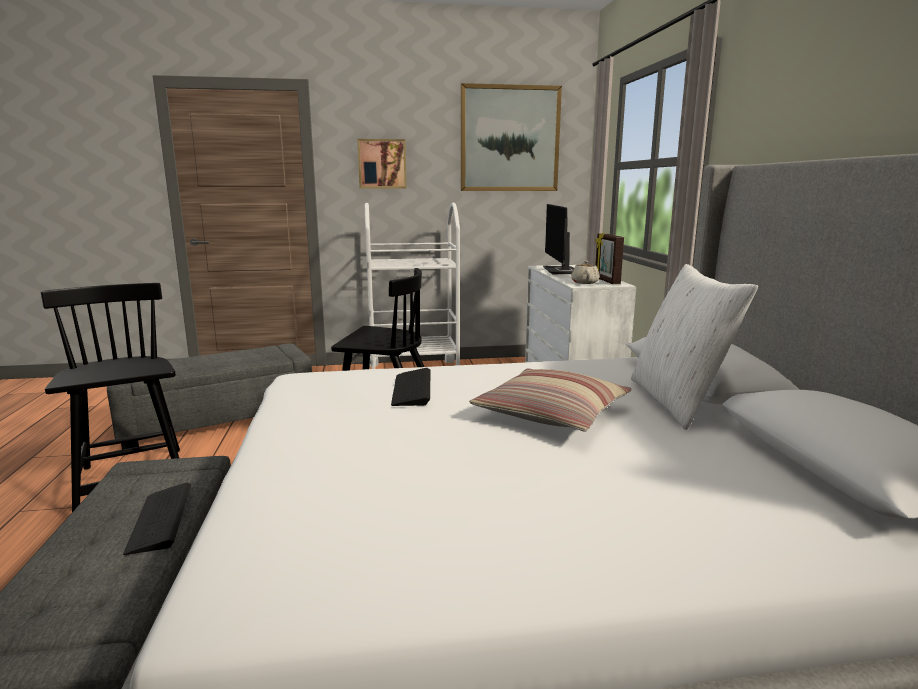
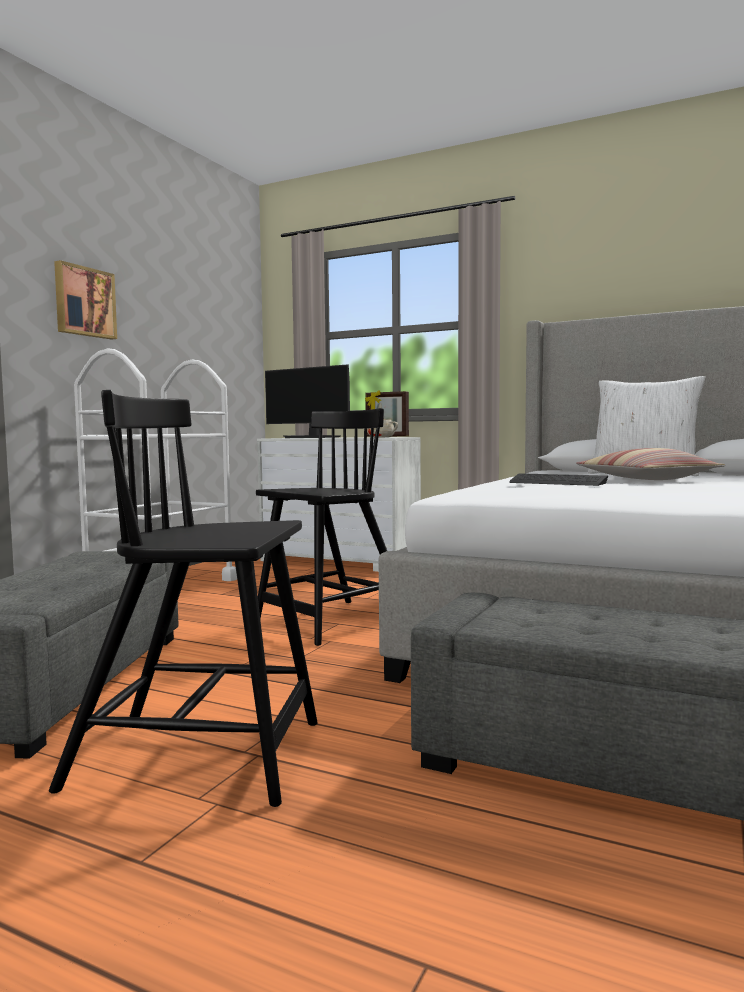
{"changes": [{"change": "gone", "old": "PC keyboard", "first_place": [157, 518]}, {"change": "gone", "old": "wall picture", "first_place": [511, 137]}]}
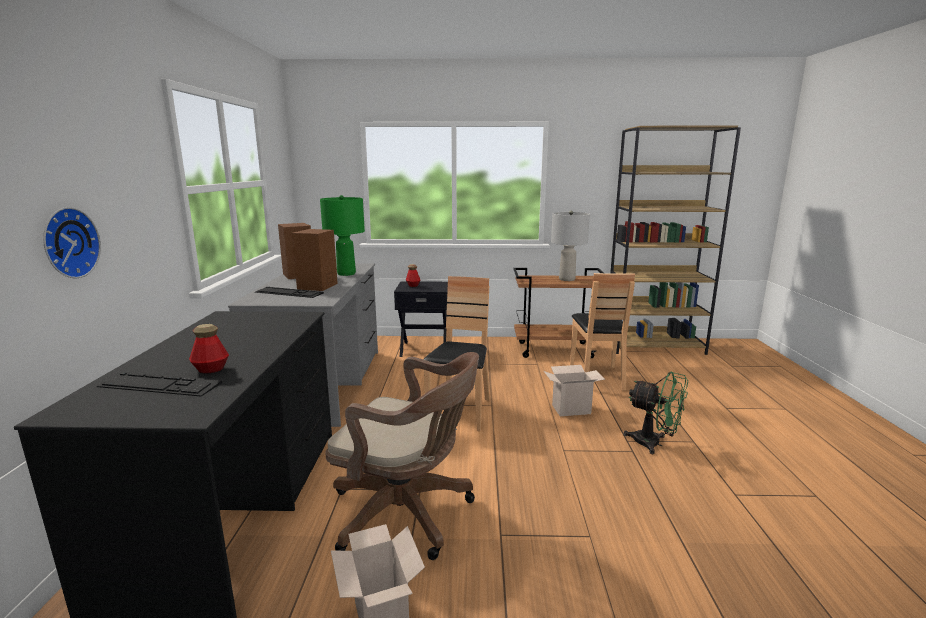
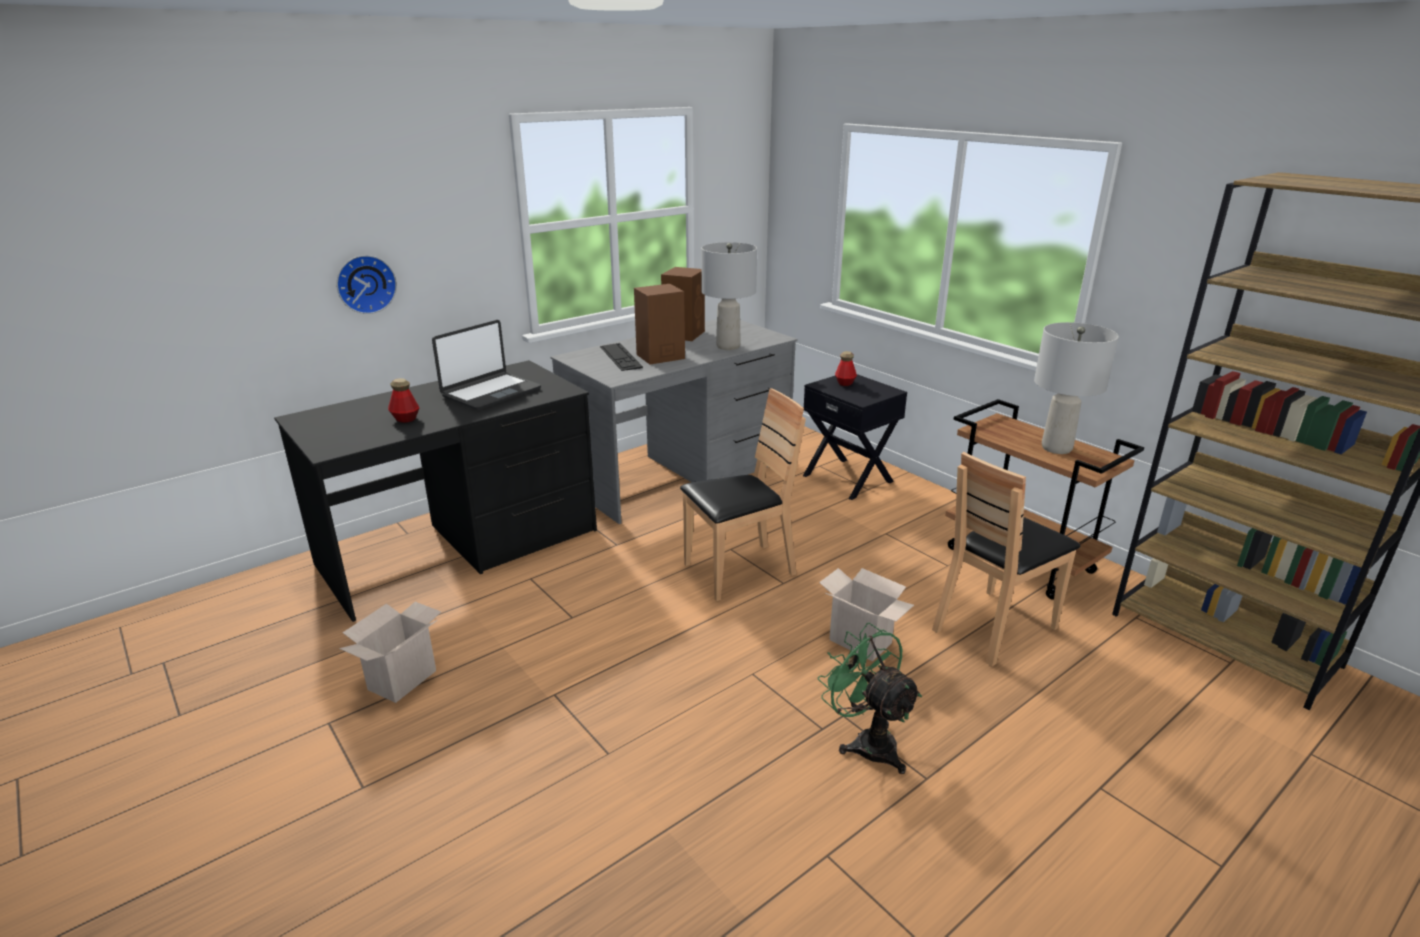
{"changes": [{"change": "gone", "old": "PC keyboard", "first_place": [159, 384]}, {"change": "gone", "old": "desk chair (brown)", "first_place": [402, 456]}, {"change": "new", "new": "notebook computer", "second_place": [486, 365]}, {"change": "repainted", "old": "tabletop lamp (greenish)", "new": "tabletop lamp (greyish)", "first_place": [342, 235], "second_place": [729, 296]}, {"change": "rotated", "old": "electric fan (greenish)", "first_place": [655, 413], "second_place": [870, 698], "degrees": 150}]}
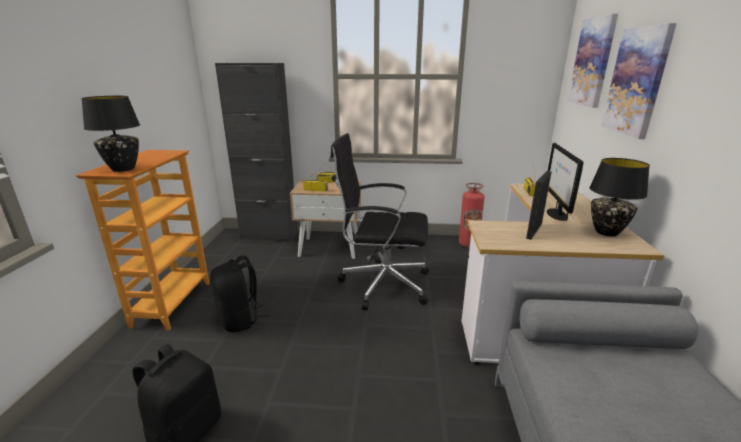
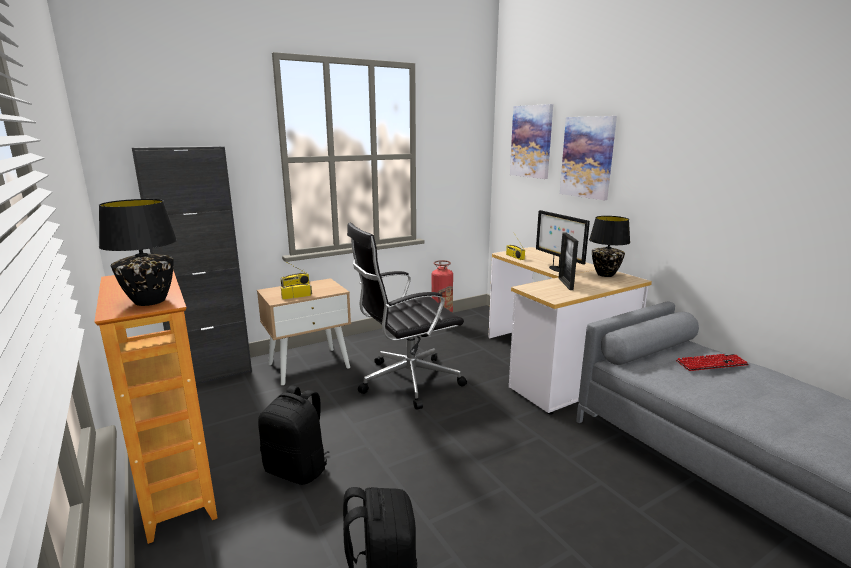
{"changes": [{"change": "new", "new": "PC keyboard", "second_place": [712, 362]}]}
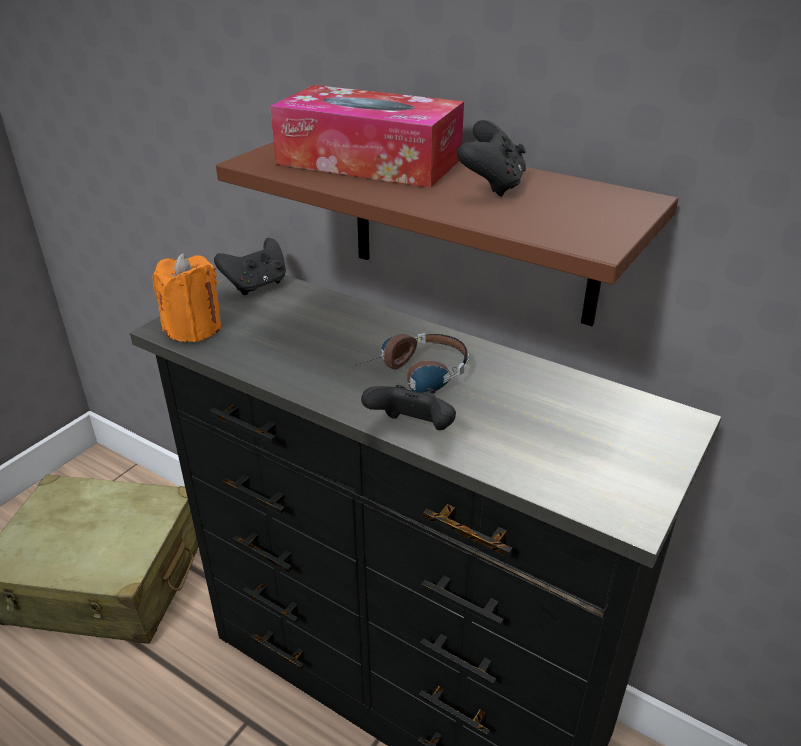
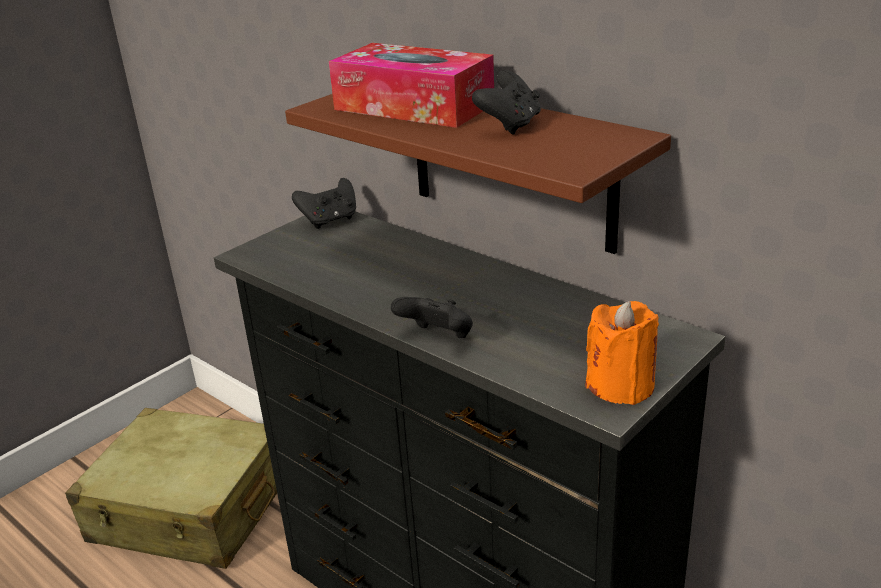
{"changes": [{"change": "gone", "old": "pair of headphones", "first_place": [409, 363]}, {"change": "shifted", "old": "candle (orangey)", "first_place": [186, 297], "second_place": [622, 353]}]}
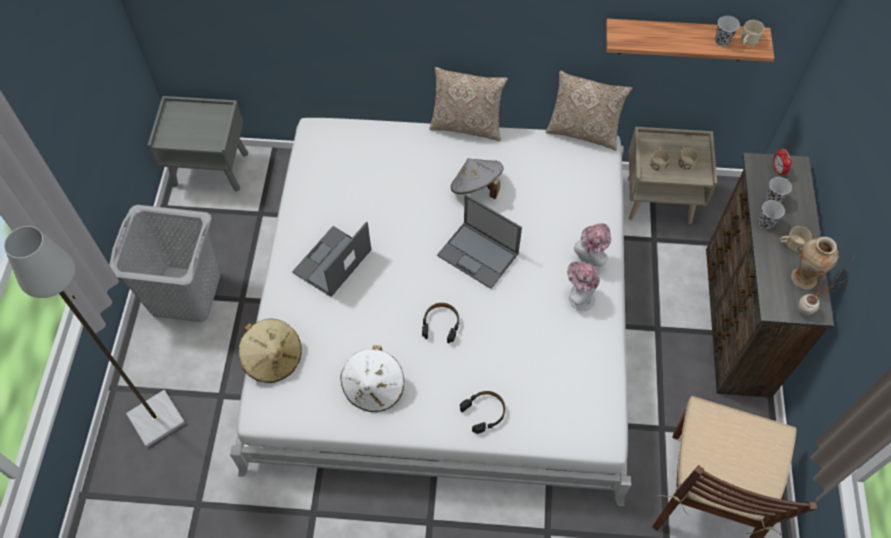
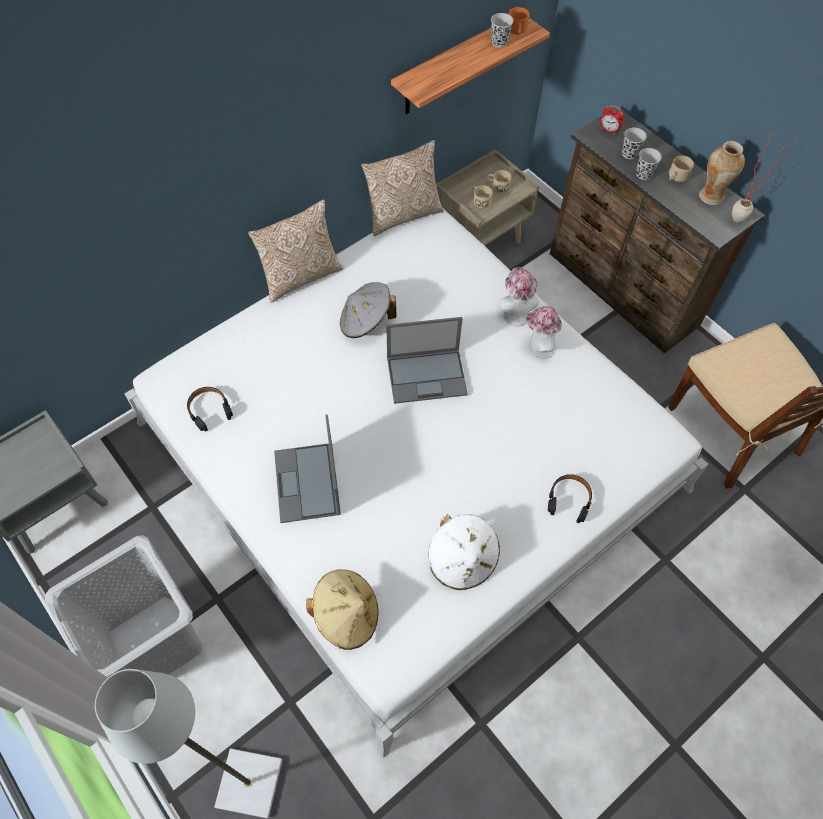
{"changes": [{"change": "shifted", "old": "pair of headphones (black)", "first_place": [440, 323], "second_place": [210, 409]}, {"change": "repainted", "old": "mug (sand-coloured)", "new": "mug (orangey)", "first_place": [752, 32], "second_place": [518, 21]}]}
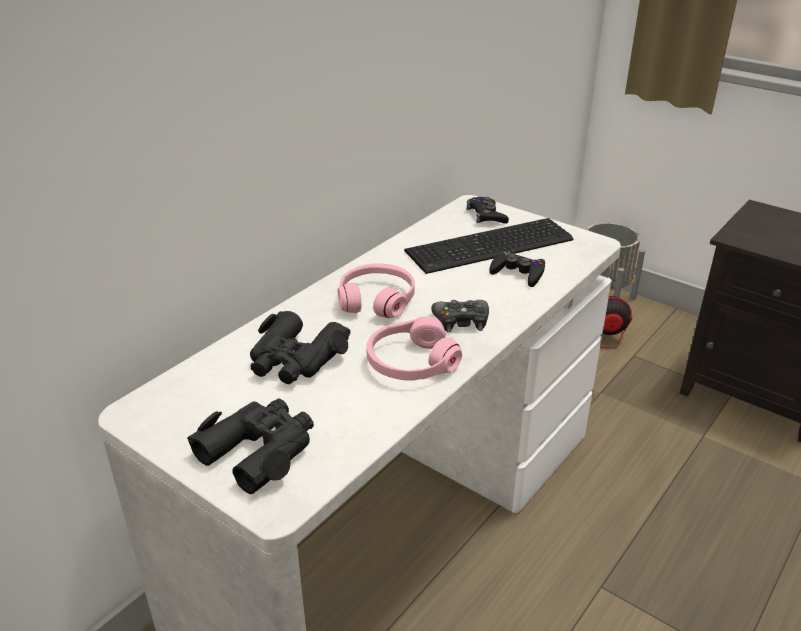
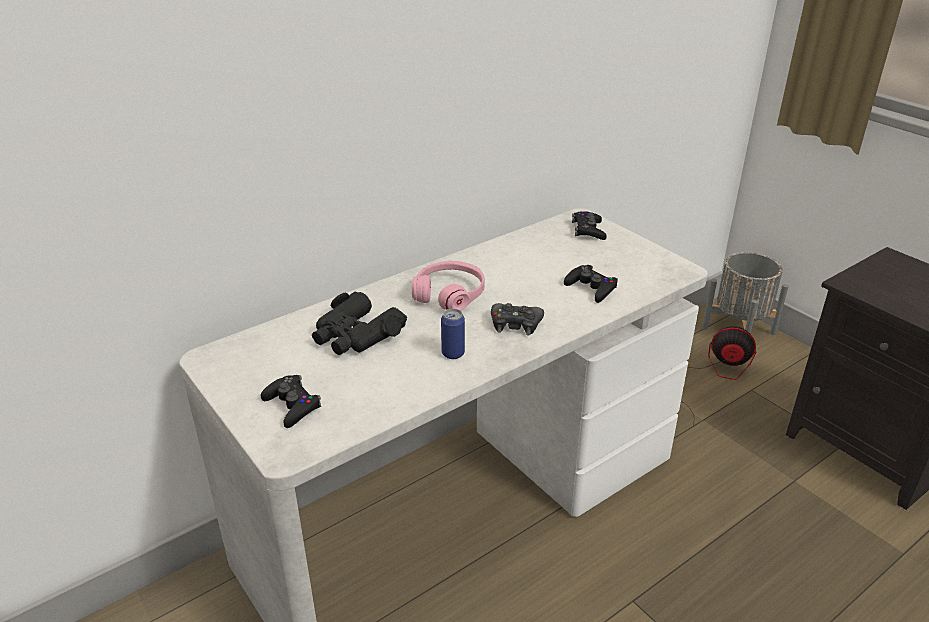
{"changes": [{"change": "gone", "old": "PC keyboard", "first_place": [488, 246]}, {"change": "swapped", "old": "field glasses (black)", "new": "joypad (black)", "first_place": [250, 446], "second_place": [291, 401]}, {"change": "swapped", "old": "pair of headphones (pink)", "new": "sealed can", "first_place": [414, 348], "second_place": [453, 334]}]}
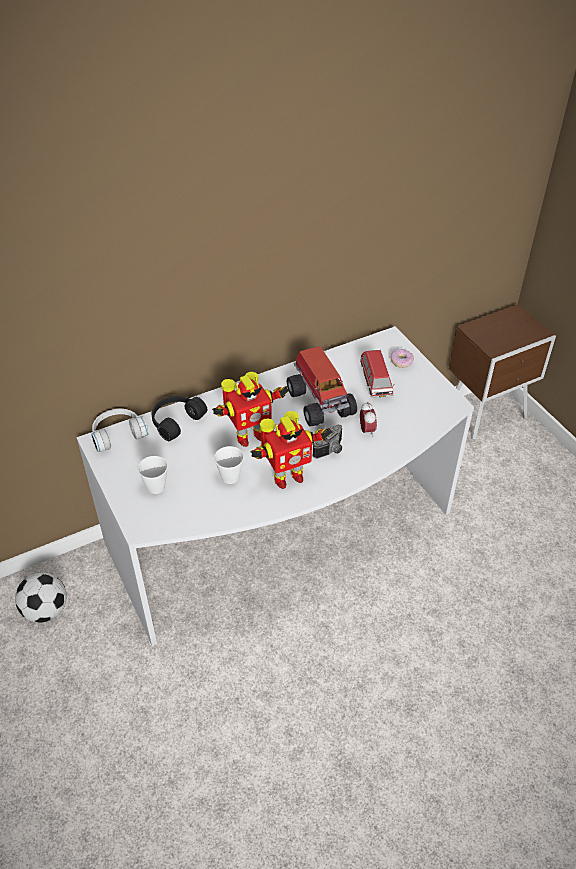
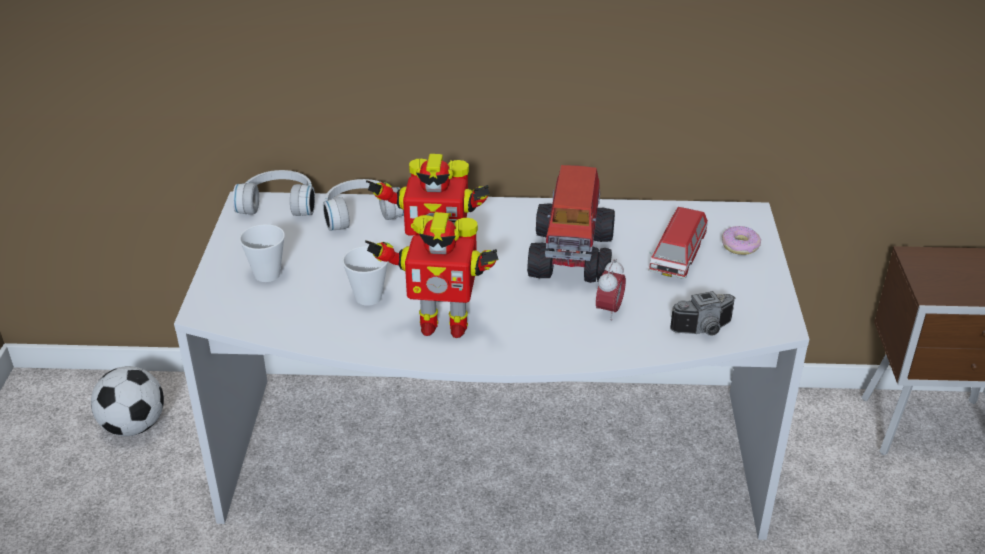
{"changes": [{"change": "shifted", "old": "still camera", "first_place": [327, 441], "second_place": [702, 313]}, {"change": "repainted", "old": "pair of headphones (black)", "new": "pair of headphones (whitish)", "first_place": [180, 418], "second_place": [363, 204]}]}
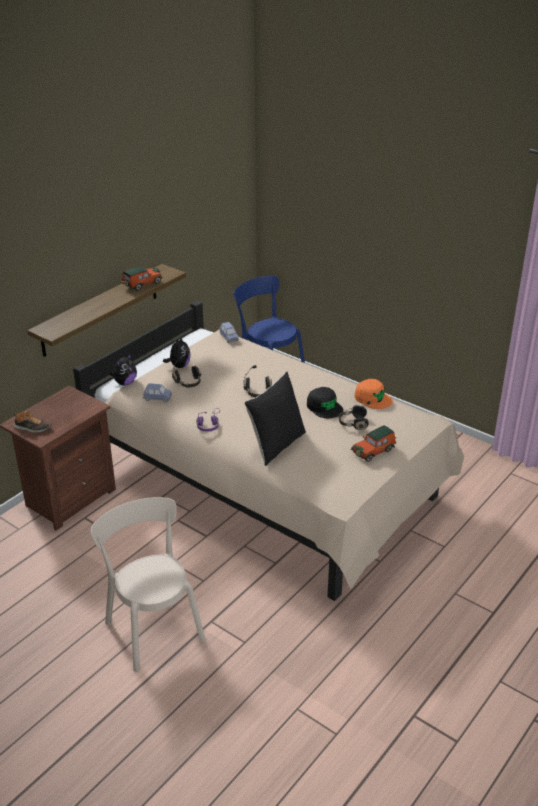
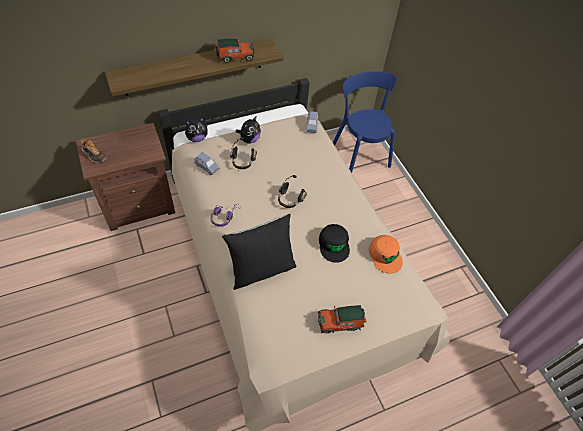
{"changes": [{"change": "gone", "old": "chair (sand-coloured)", "first_place": [148, 584]}, {"change": "gone", "old": "pair of headphones (black)", "first_place": [354, 415]}]}
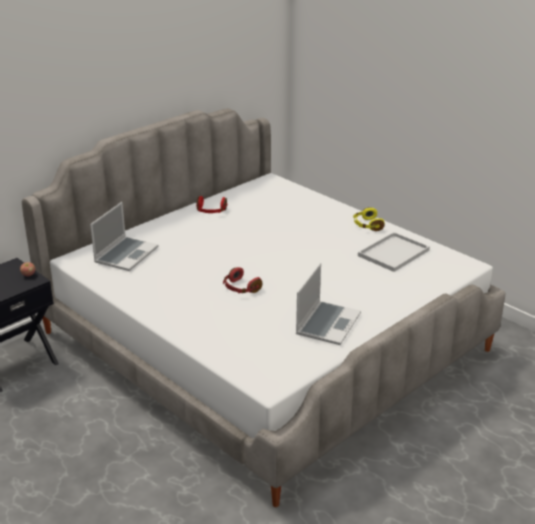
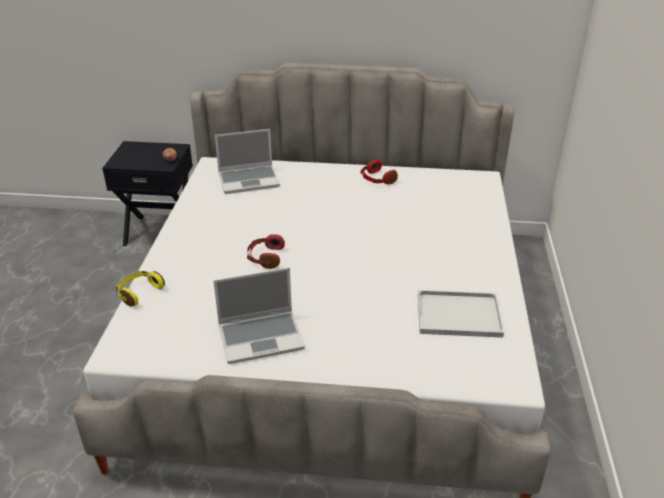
{"changes": [{"change": "shifted", "old": "pair of headphones (yellow-coloured)", "first_place": [369, 219], "second_place": [140, 289]}]}
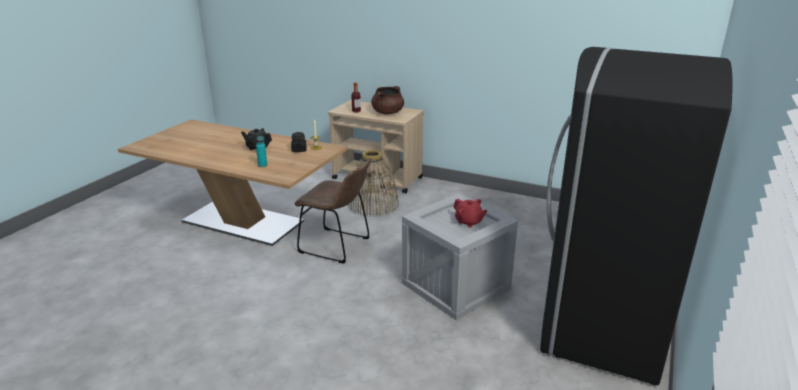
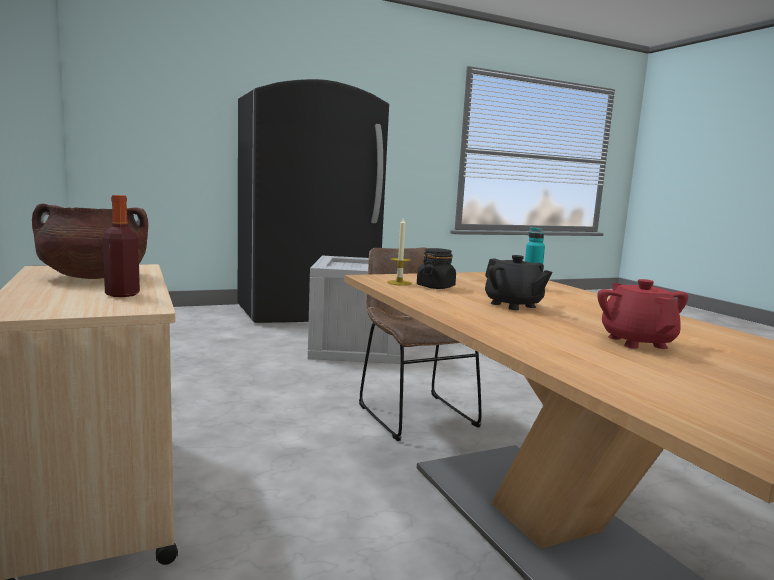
{"changes": [{"change": "gone", "old": "basket", "first_place": [373, 183]}, {"change": "shifted", "old": "pot for tea (red-coloured)", "first_place": [470, 213], "second_place": [642, 314]}]}
